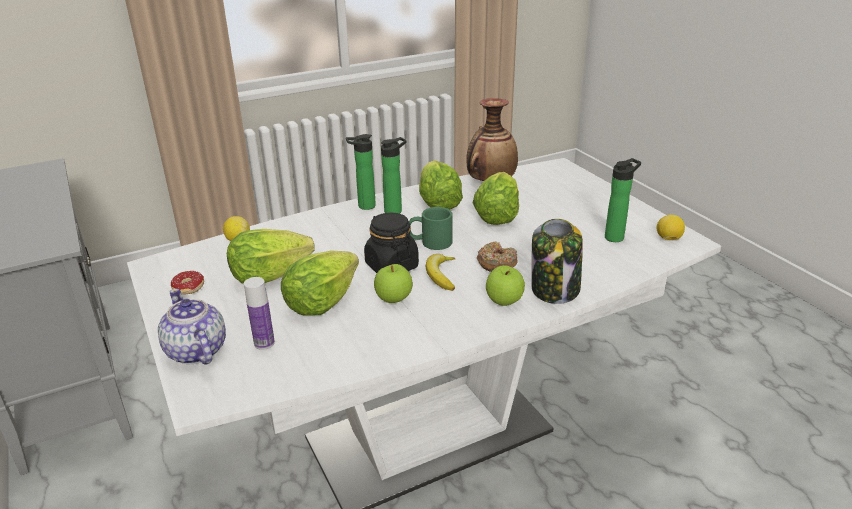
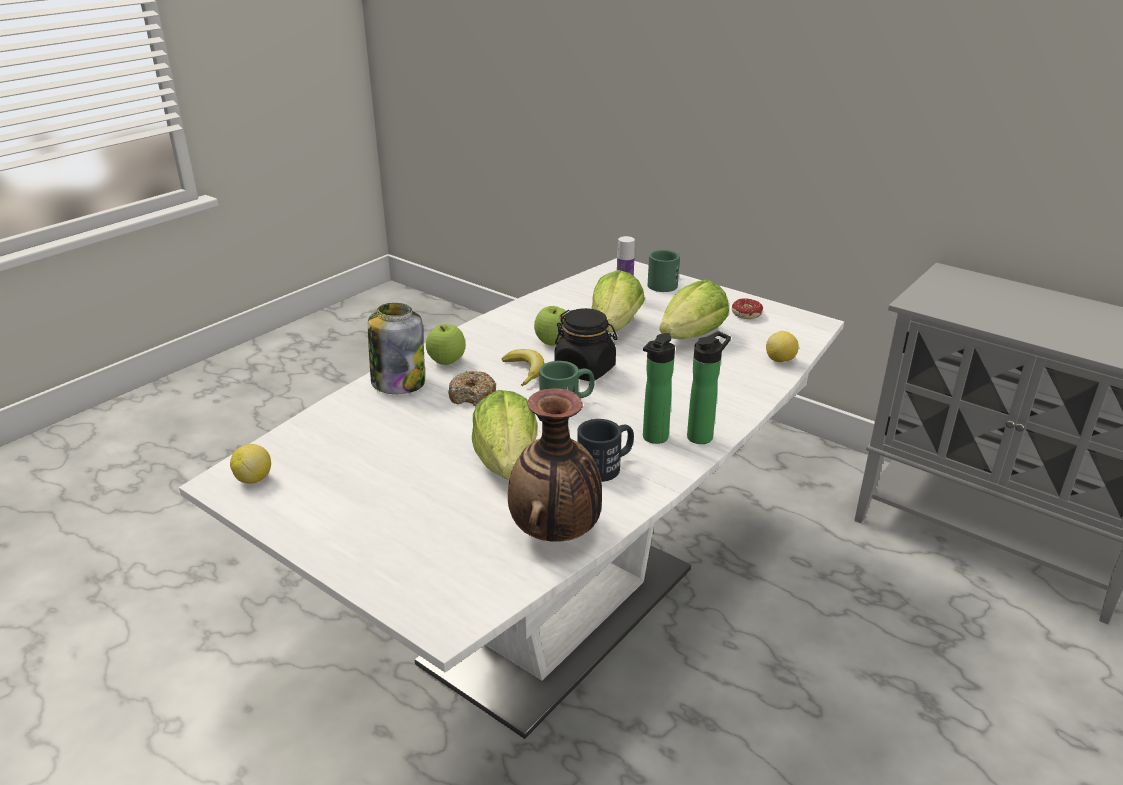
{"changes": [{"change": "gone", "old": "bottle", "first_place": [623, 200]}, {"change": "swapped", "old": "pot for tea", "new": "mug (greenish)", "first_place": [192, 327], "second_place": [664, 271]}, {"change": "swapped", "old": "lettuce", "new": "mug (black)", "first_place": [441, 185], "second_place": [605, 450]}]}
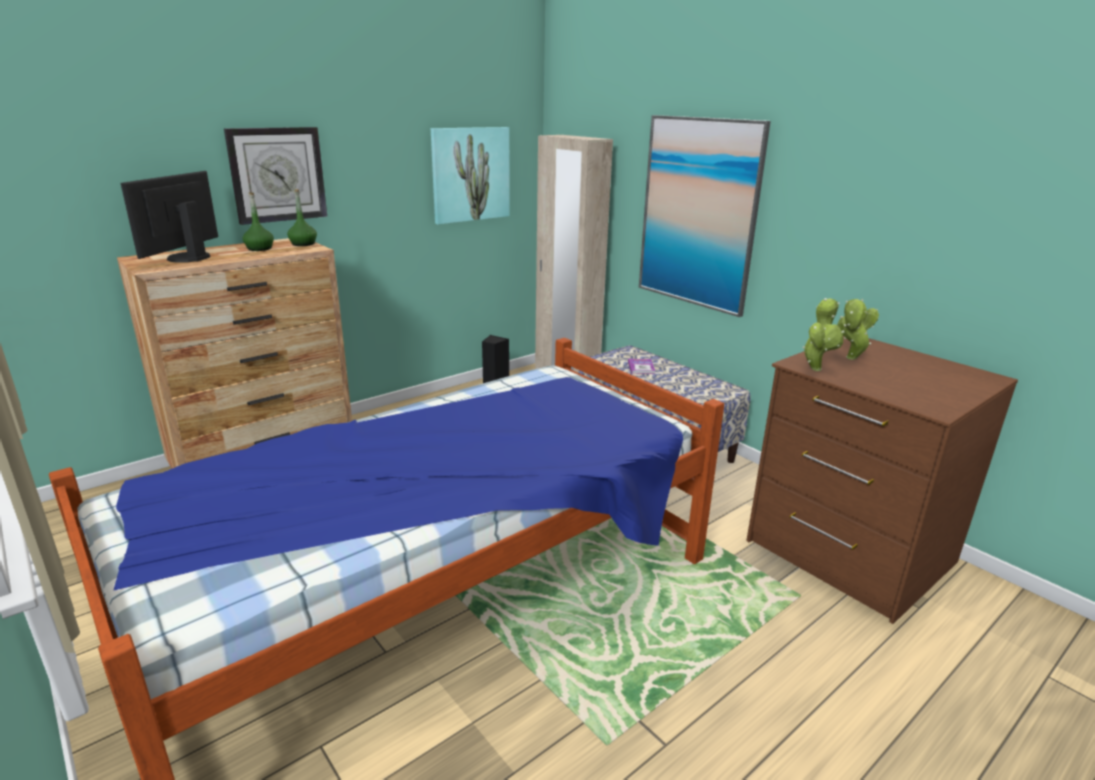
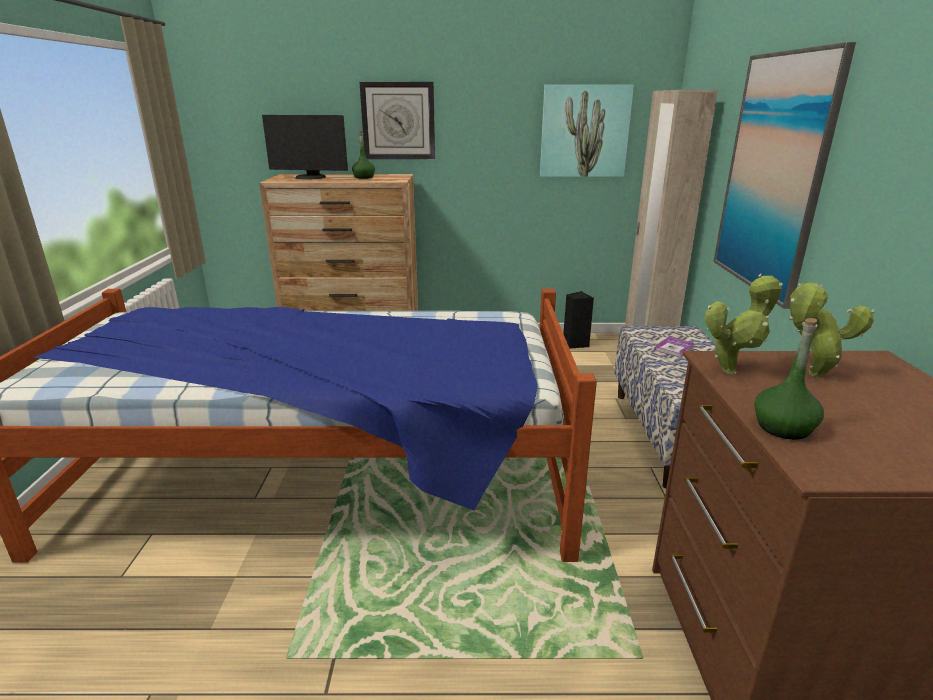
{"changes": [{"change": "shifted", "old": "bottle (greenish)", "first_place": [302, 217], "second_place": [789, 379]}, {"change": "rotated", "old": "computer display", "first_place": [169, 217], "second_place": [305, 147], "degrees": -135}]}
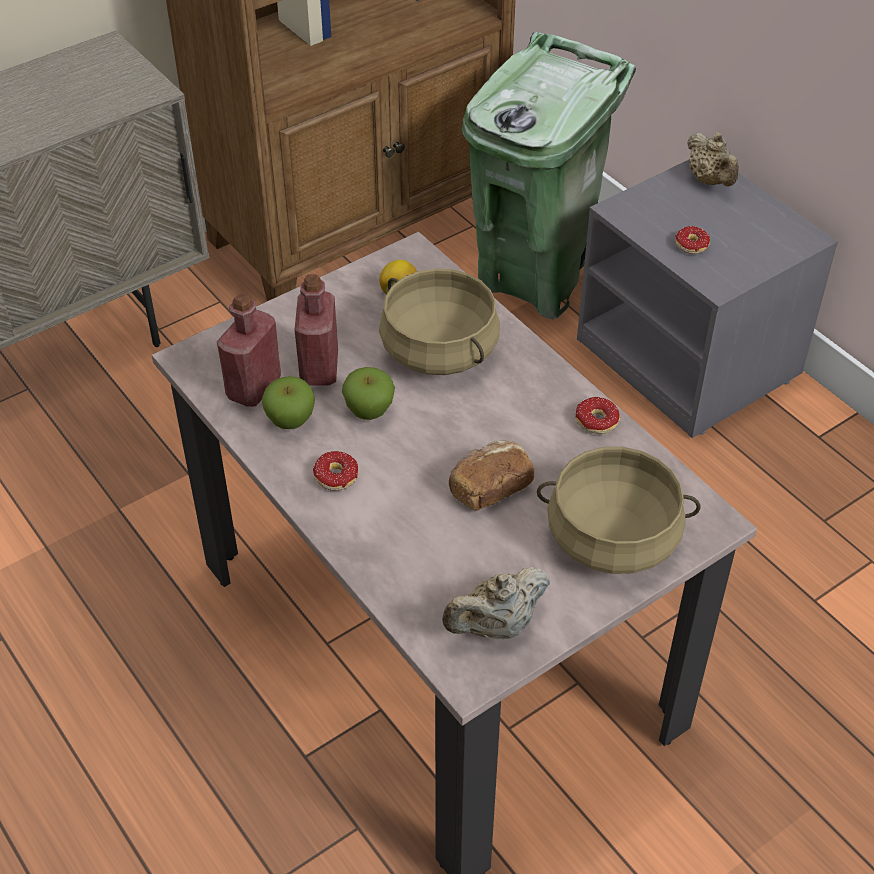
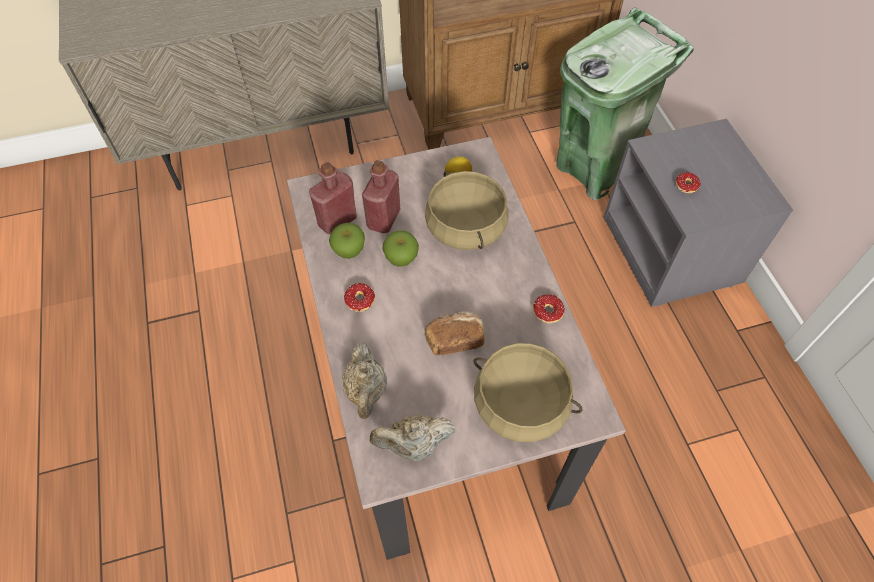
{"changes": [{"change": "shifted", "old": "pot for tea (sand-coloured)", "first_place": [713, 159], "second_place": [364, 381]}]}
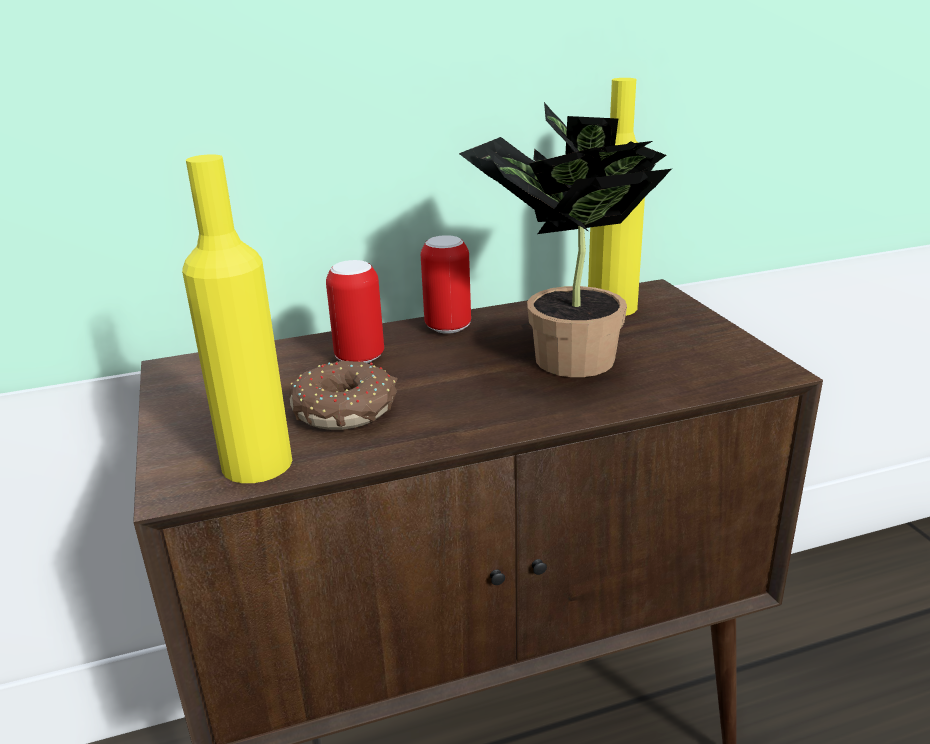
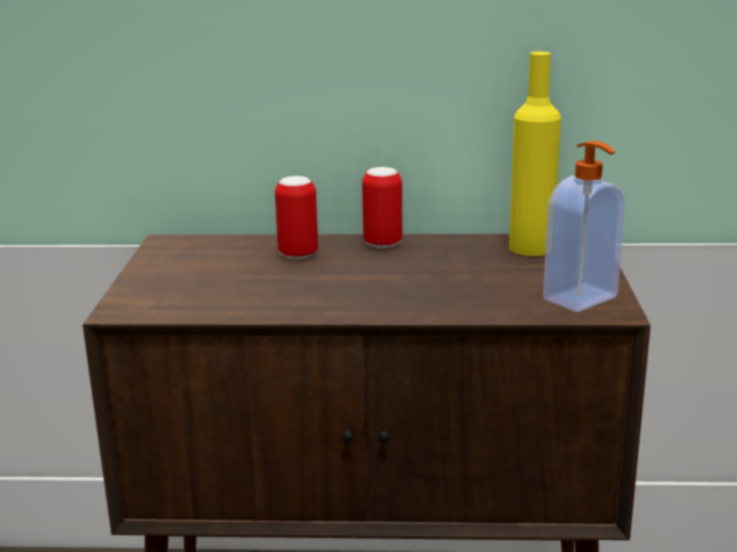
{"changes": [{"change": "gone", "old": "bottle (yellow-coloured)", "first_place": [237, 318]}, {"change": "gone", "old": "donut", "first_place": [343, 395]}, {"change": "gone", "old": "houseplant", "first_place": [565, 239]}, {"change": "new", "new": "liquid soap bottle", "second_place": [584, 226]}]}
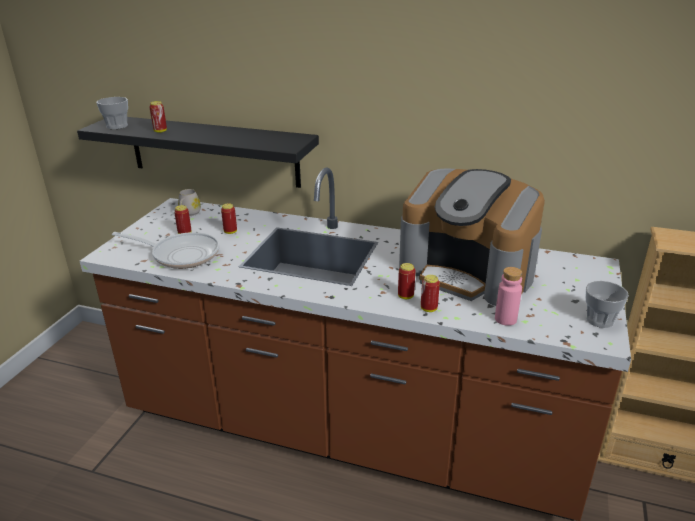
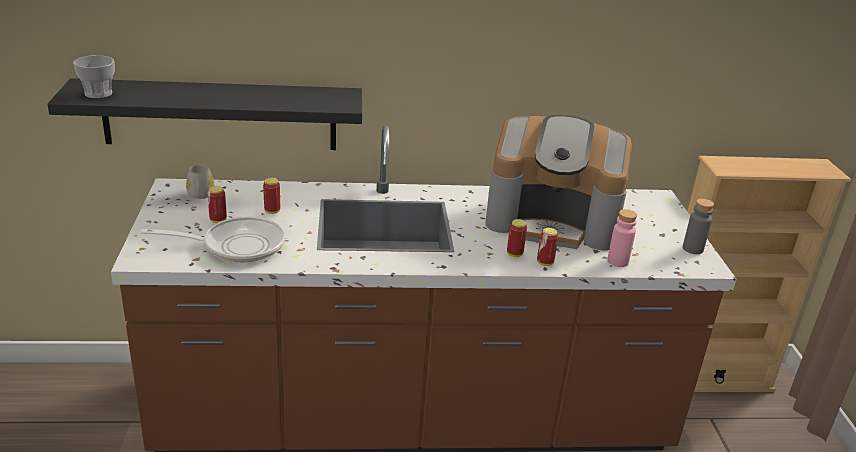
{"changes": [{"change": "gone", "old": "sealed can", "first_place": [158, 117]}, {"change": "swapped", "old": "drinking cup", "new": "bottle (greyish)", "first_place": [607, 304], "second_place": [698, 226]}]}
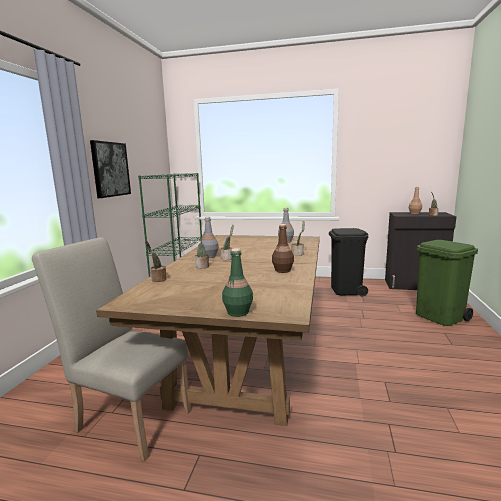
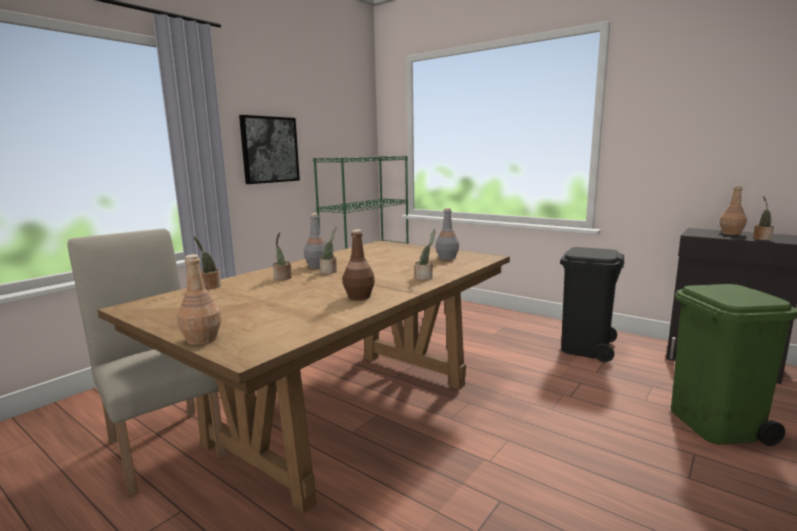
{"changes": [{"change": "repainted", "old": "bottle (greenish)", "new": "bottle (brown)", "first_place": [237, 282], "second_place": [199, 299]}]}
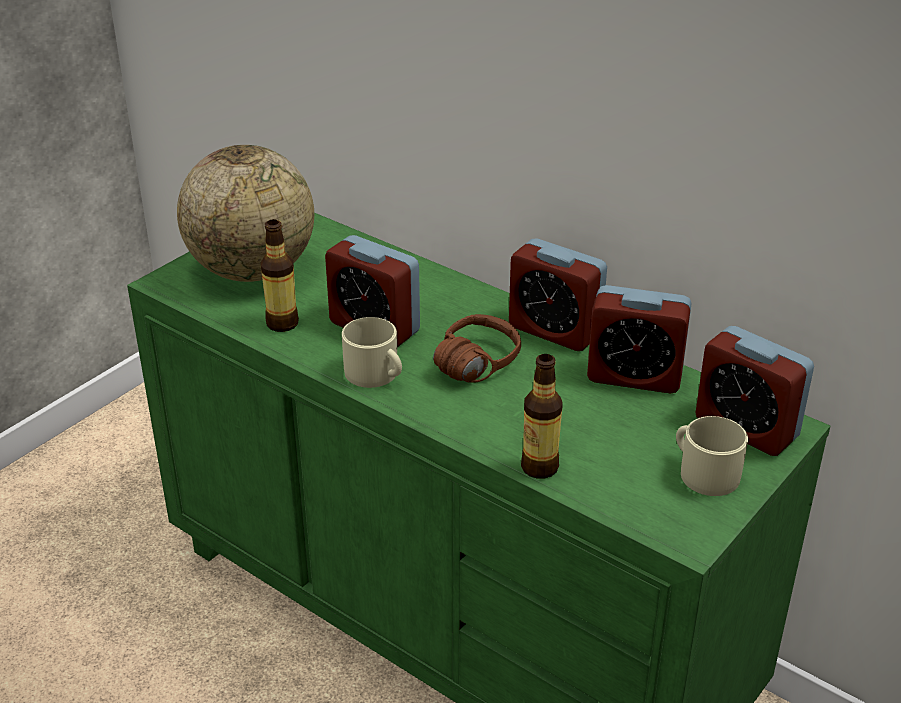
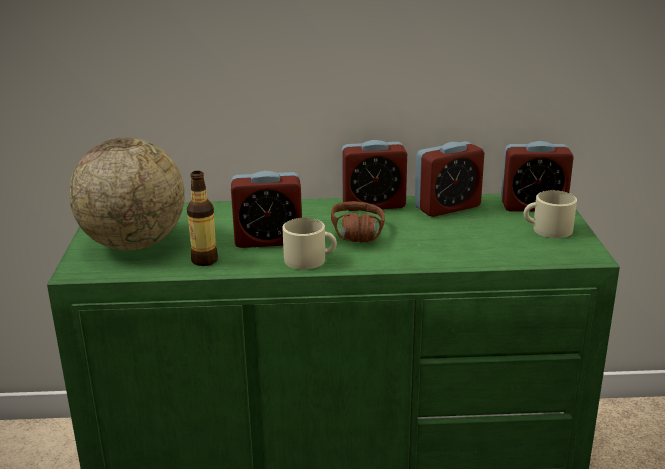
{"changes": [{"change": "gone", "old": "bottle", "first_place": [542, 416]}]}
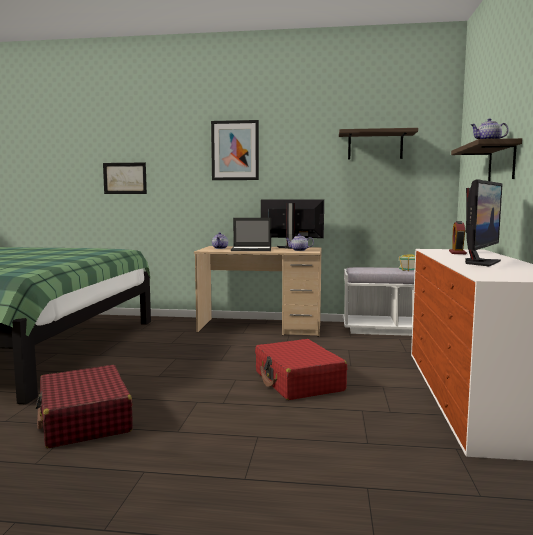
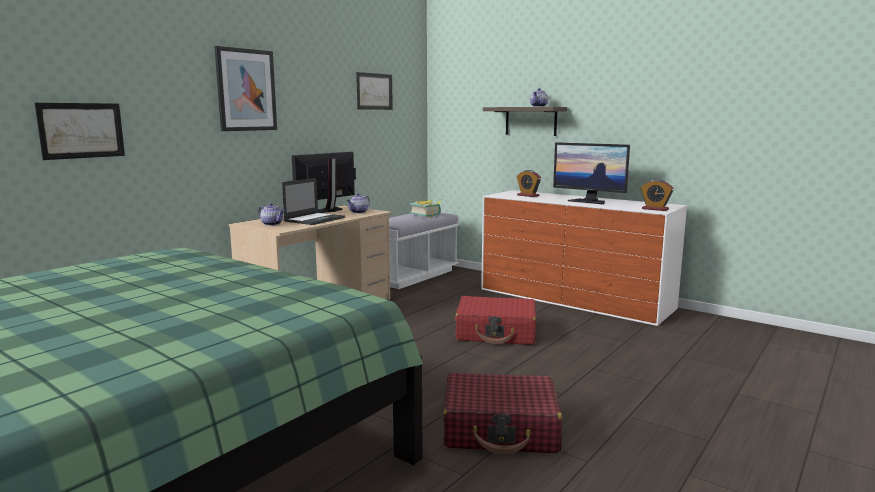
{"changes": [{"change": "new", "new": "alarm clock", "second_place": [657, 195]}, {"change": "swapped", "old": "shelf", "new": "wall picture", "first_place": [378, 143], "second_place": [374, 91]}, {"change": "rotated", "old": "computer display", "first_place": [484, 223], "second_place": [591, 173], "degrees": 150}]}
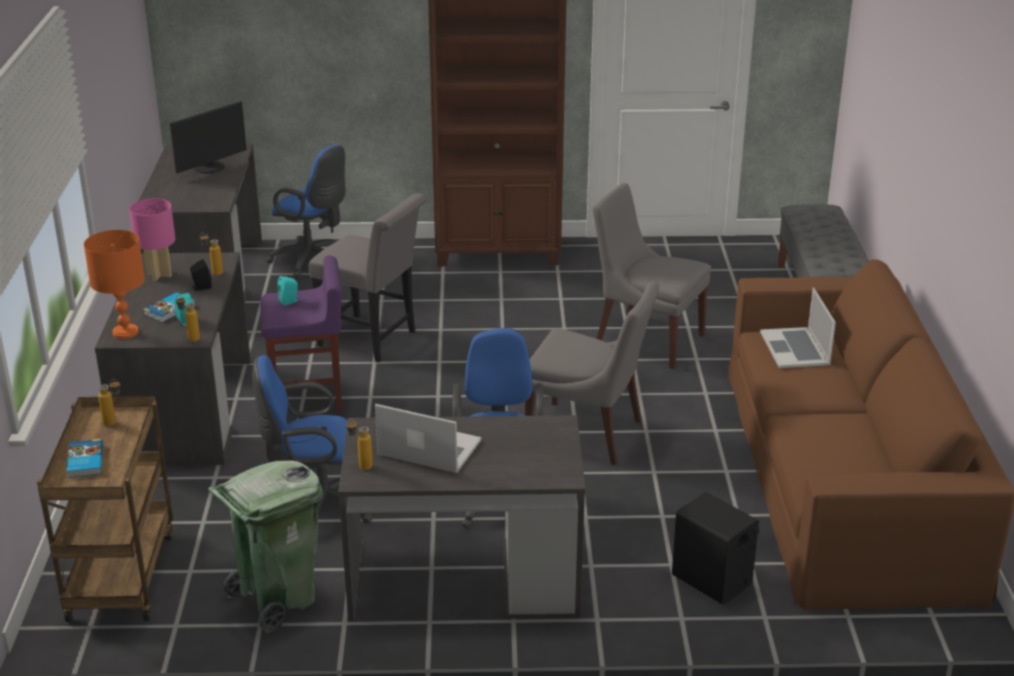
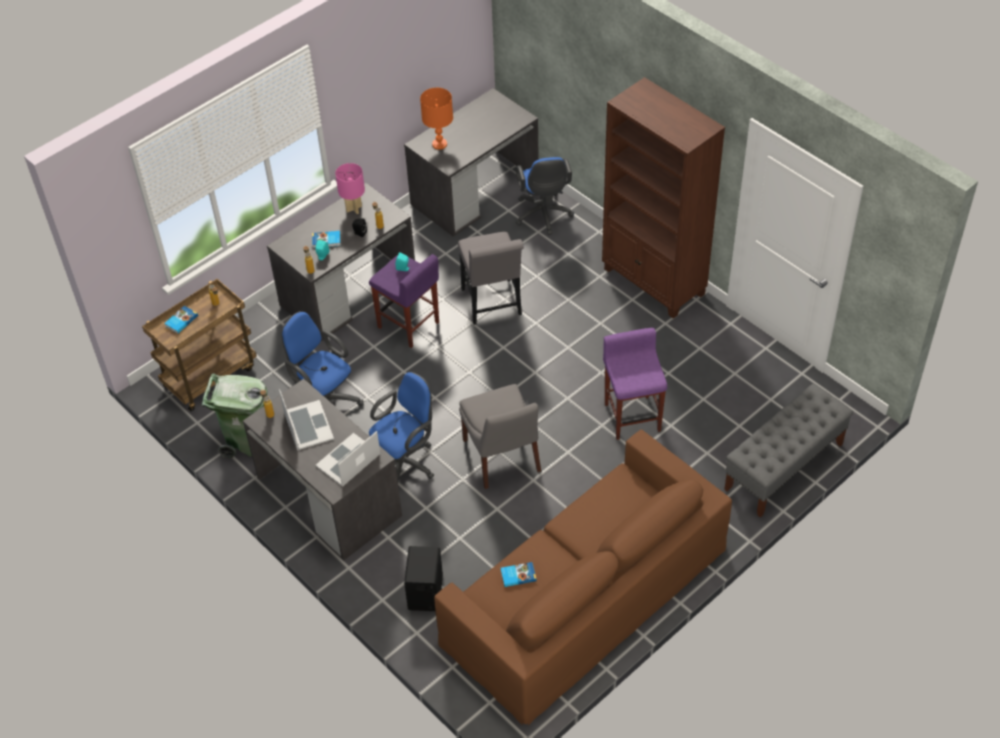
{"changes": [{"change": "gone", "old": "computer display", "first_place": [208, 137]}, {"change": "new", "new": "volume", "second_place": [519, 574]}, {"change": "shifted", "old": "tabletop lamp (orangey)", "first_place": [114, 284], "second_place": [436, 119]}, {"change": "shifted", "old": "notebook computer", "first_place": [798, 327], "second_place": [348, 459]}, {"change": "swapped", "old": "chair (greyish)", "new": "stool (purple-coloured)", "first_place": [652, 276], "second_place": [635, 384]}]}
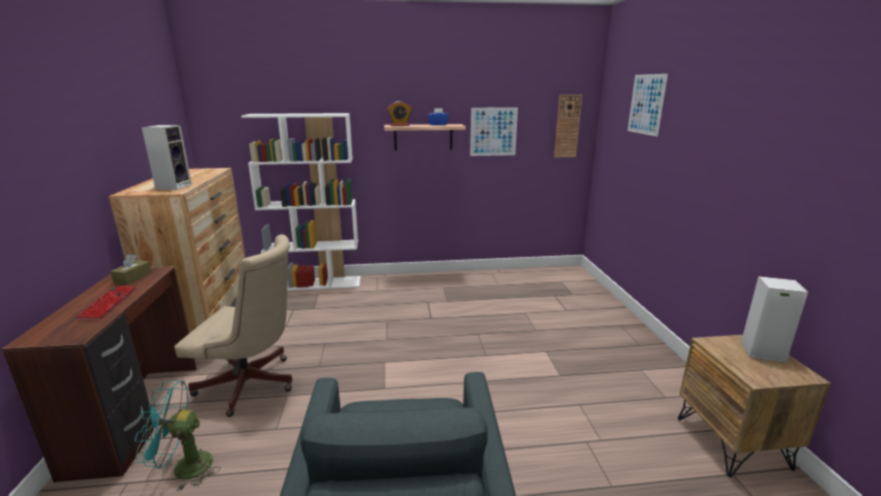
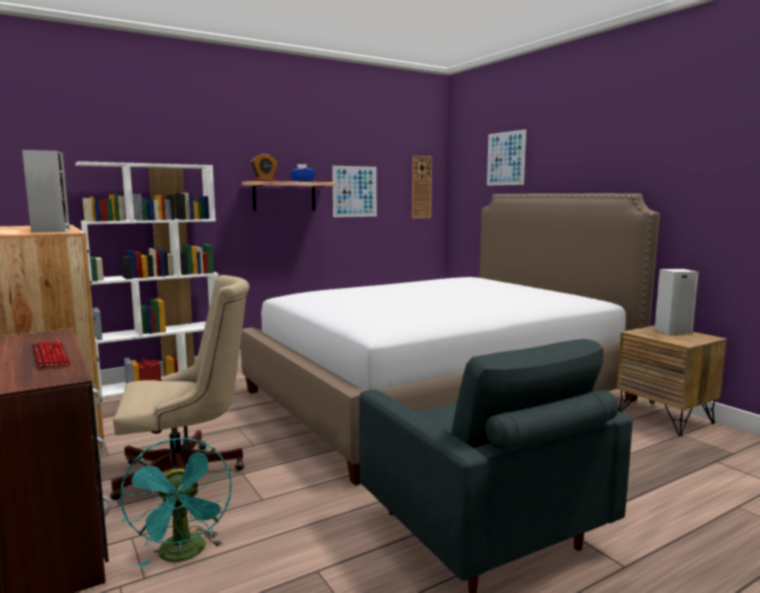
{"changes": [{"change": "gone", "old": "tissue holder (brown)", "first_place": [131, 269]}, {"change": "new", "new": "sleeping bed", "second_place": [450, 339]}, {"change": "rotated", "old": "electric fan (turquoise-coloured)", "first_place": [178, 436], "second_place": [176, 503], "degrees": -75}]}
